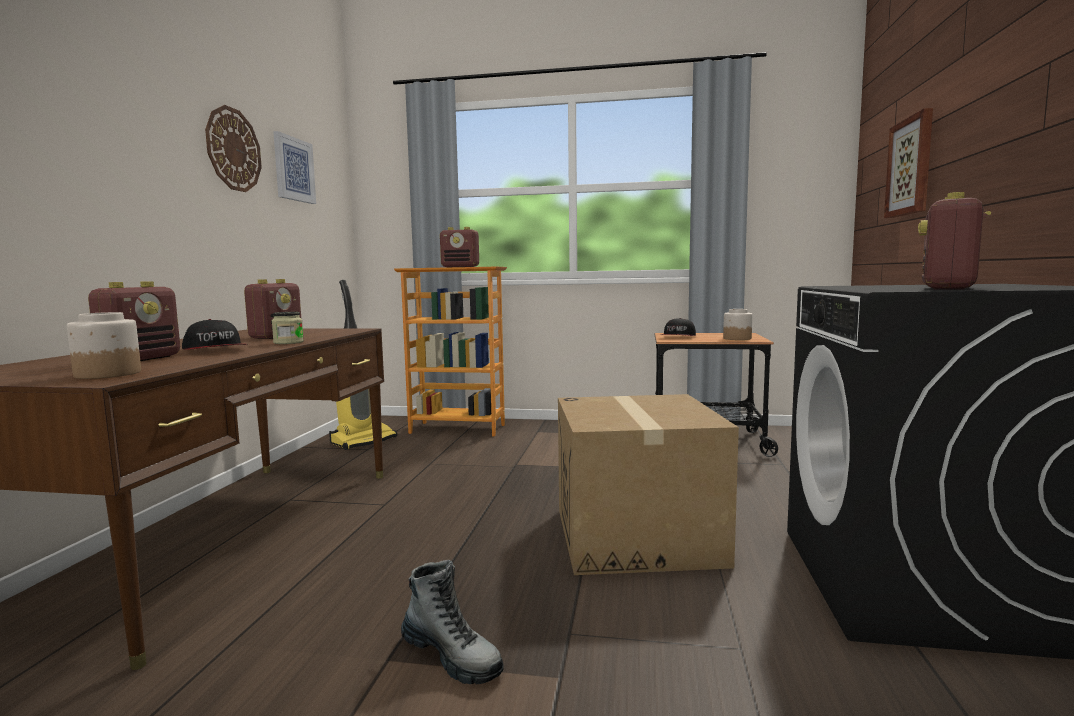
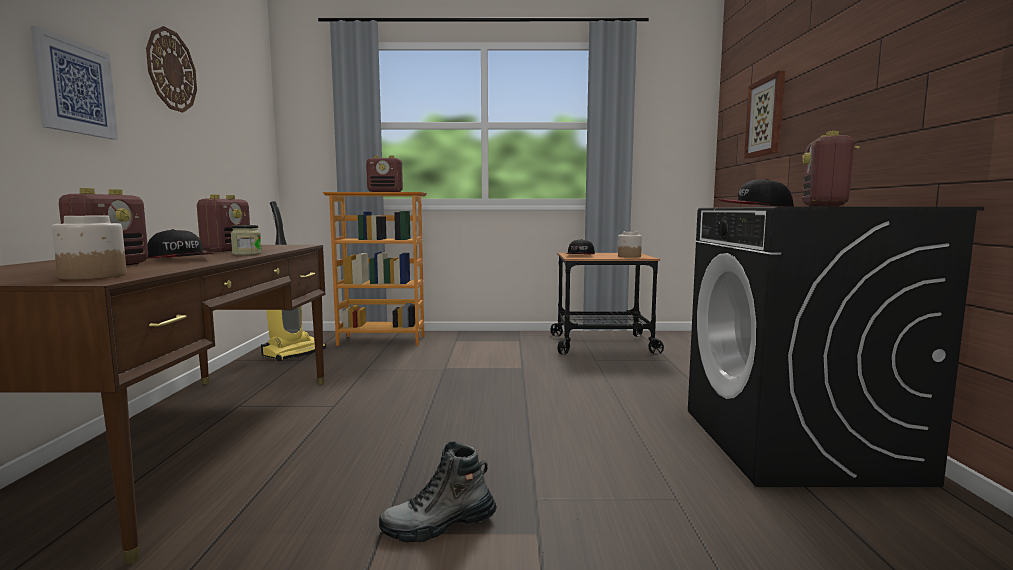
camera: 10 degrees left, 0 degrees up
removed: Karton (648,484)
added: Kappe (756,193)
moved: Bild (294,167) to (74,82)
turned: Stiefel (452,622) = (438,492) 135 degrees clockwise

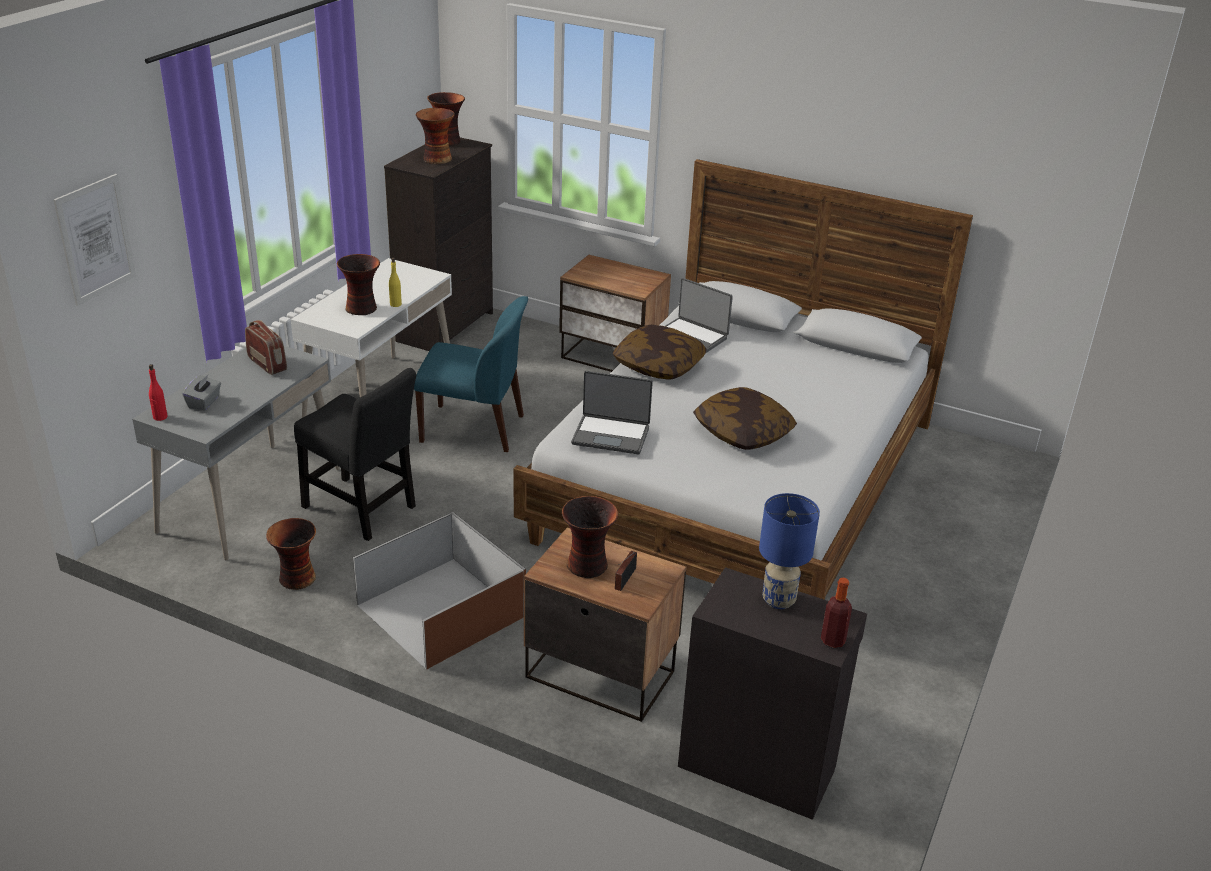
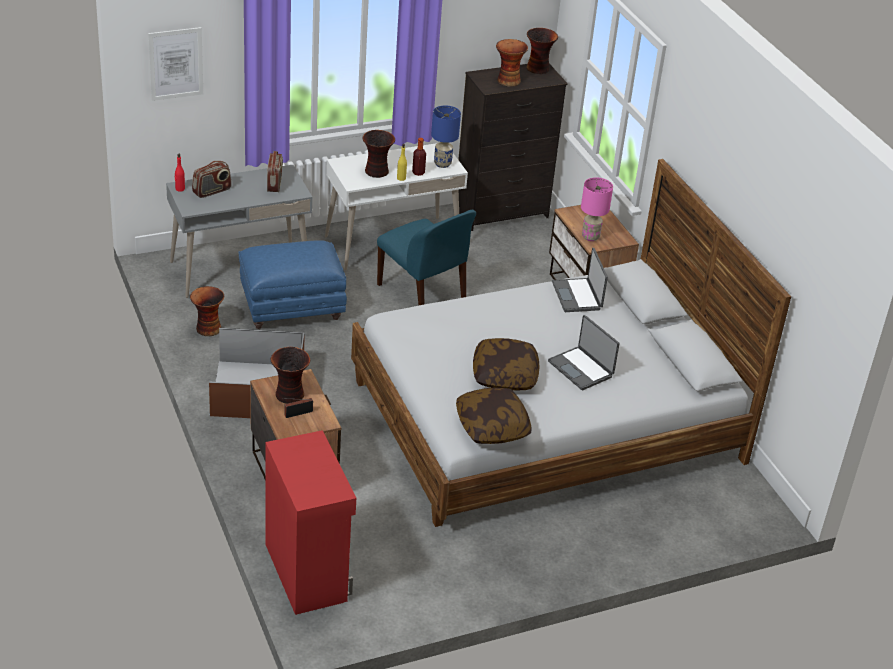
camera: 40 degrees right, 5 degrees up
added: Tischlampe/rosa (597,209)
moved: Kissen (659,352) to (494,416); Laptop (612,412) to (583,352); Tischlampe/blau (789,551) to (446,136); Flasche (836,613) to (419,157)
replaced: Stuhl/schwarz (355,454) to Polsterhocker/blau (293,284); Taschentuchbox/grau (202,393) to Radio (212,179)
recoloured: Schrank/schwarz (772,693) to Schrank/rot (310,522)

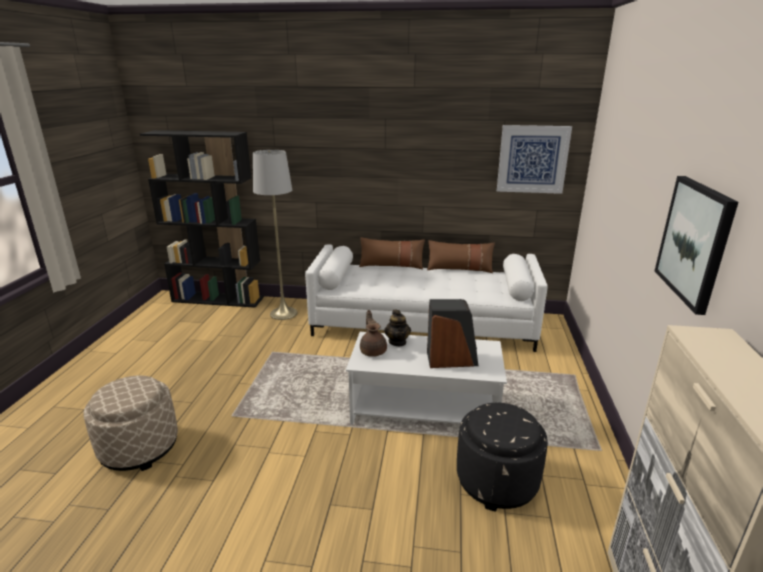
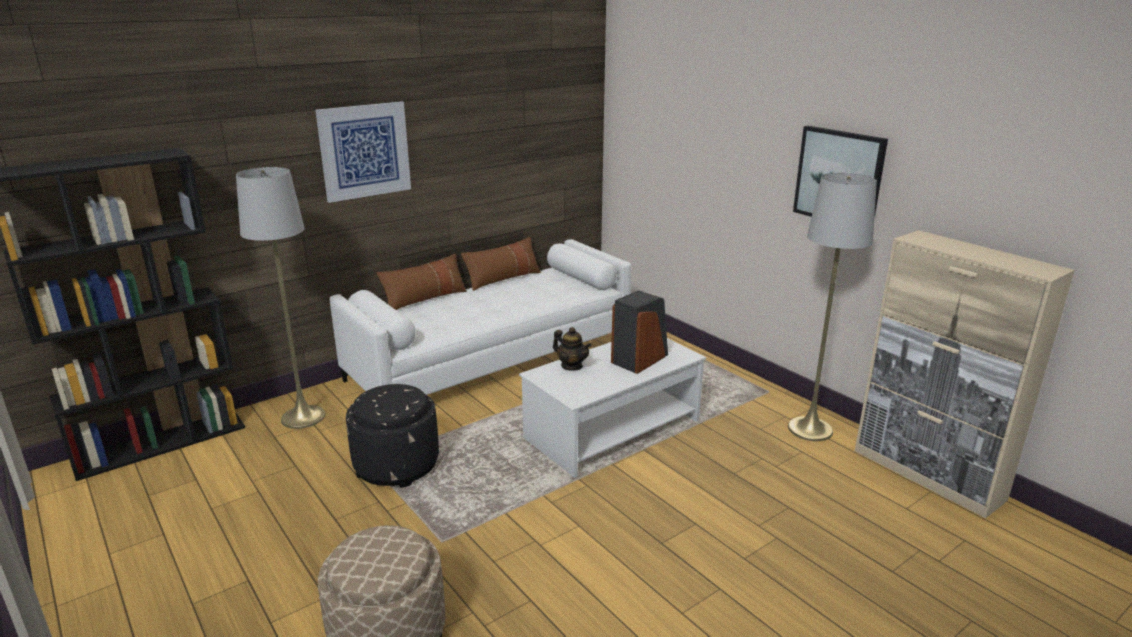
camera: 45 degrees left, 0 degrees up
removed: Teekanne/braun (373,333)
added: Stehlampe/grau (832,307)
moved: Bild (534,159) to (363,152); Polsterhocker/schwarz (502,457) to (392,436)

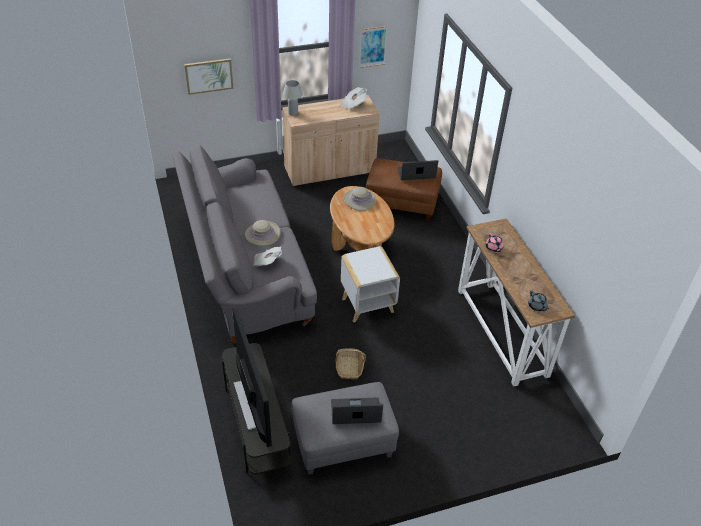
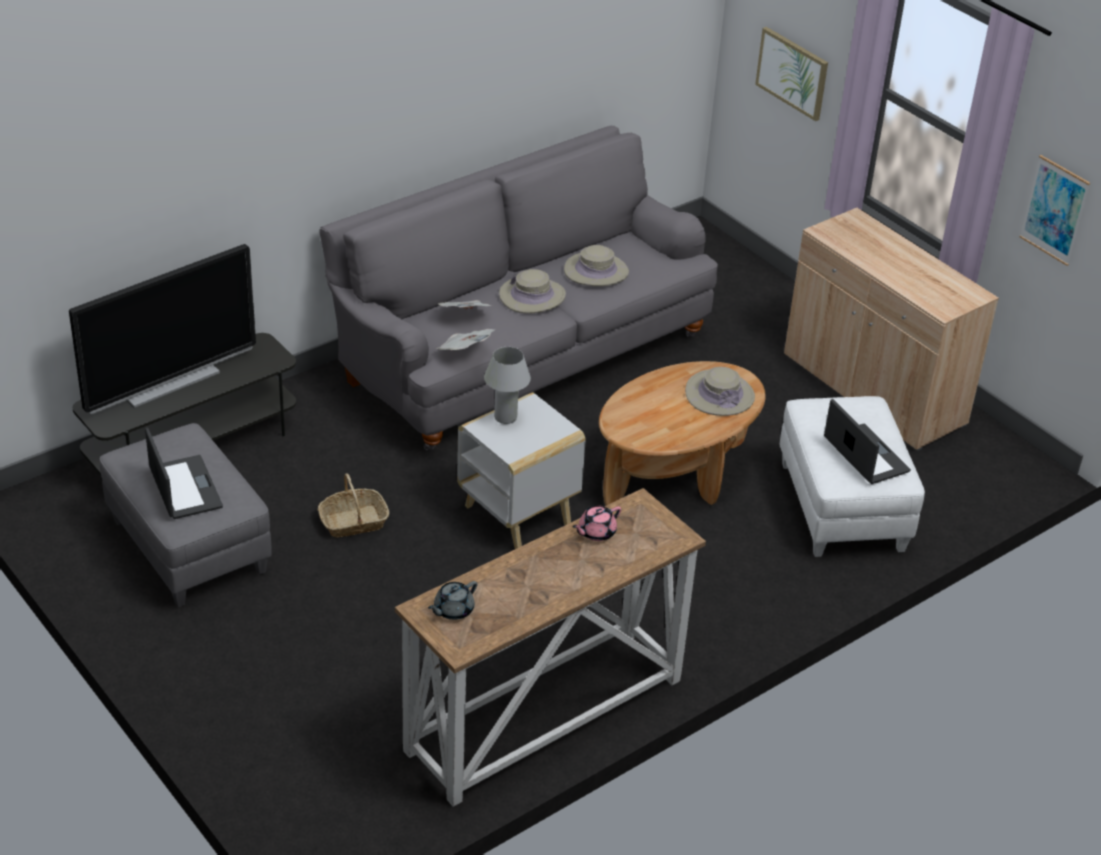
camera: 70 degrees right, 5 degrees down
added: Hut/beige (596,265)
moved: Tischlampe/weiß (293,97) to (507,385); Zeitung (353,98) to (466,339)
recoloured: Polsterhocker/braun (404,190) to Polsterhocker/weiß (852,476)

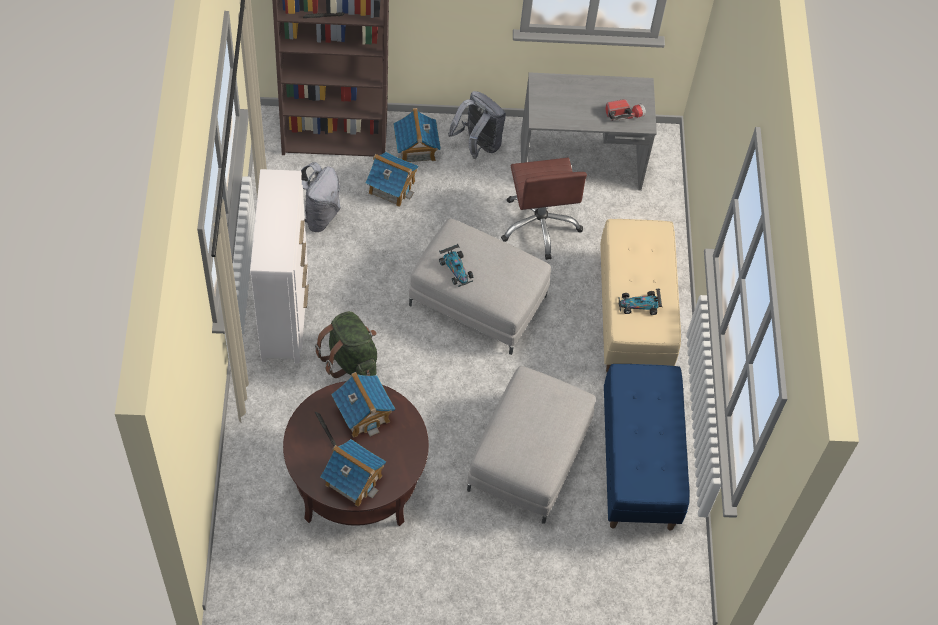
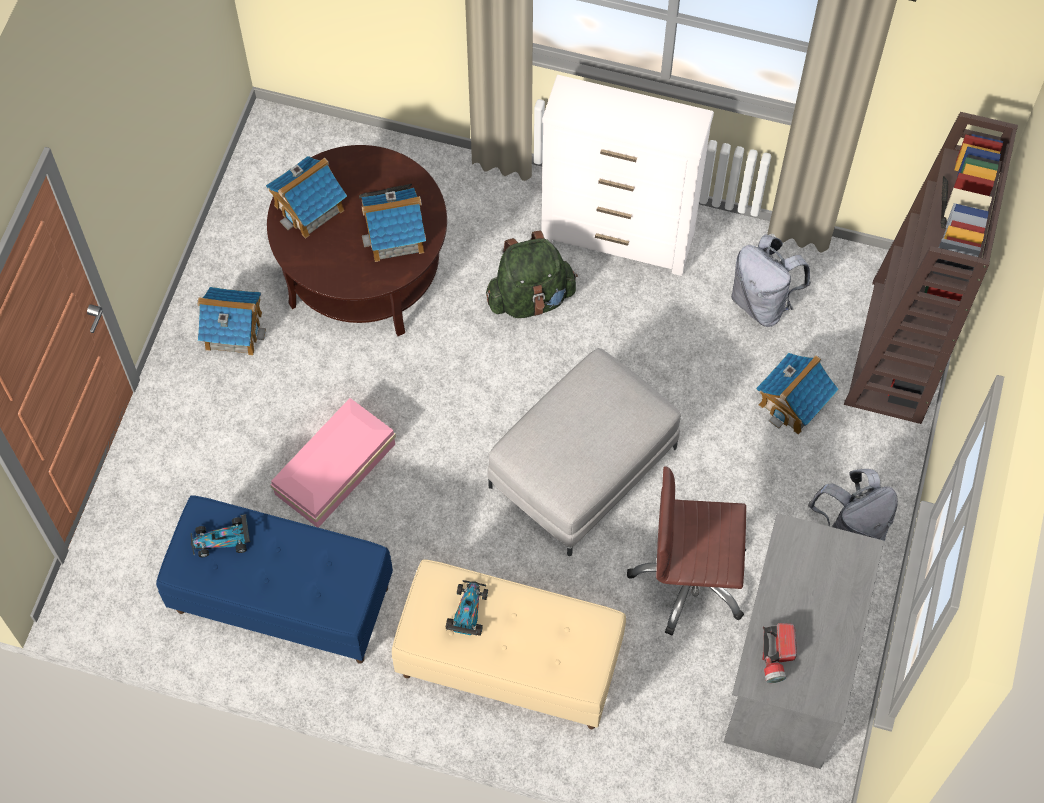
camera: 110 degrees right, 5 degrees up
moved: Spielzeughaus (417,135) to (231,321); Spielzeugauto (456,265) to (221,535)
replaced: Polsterhocker/grau (531,445) to Aufbewahrungsbox/rosa (333,463)

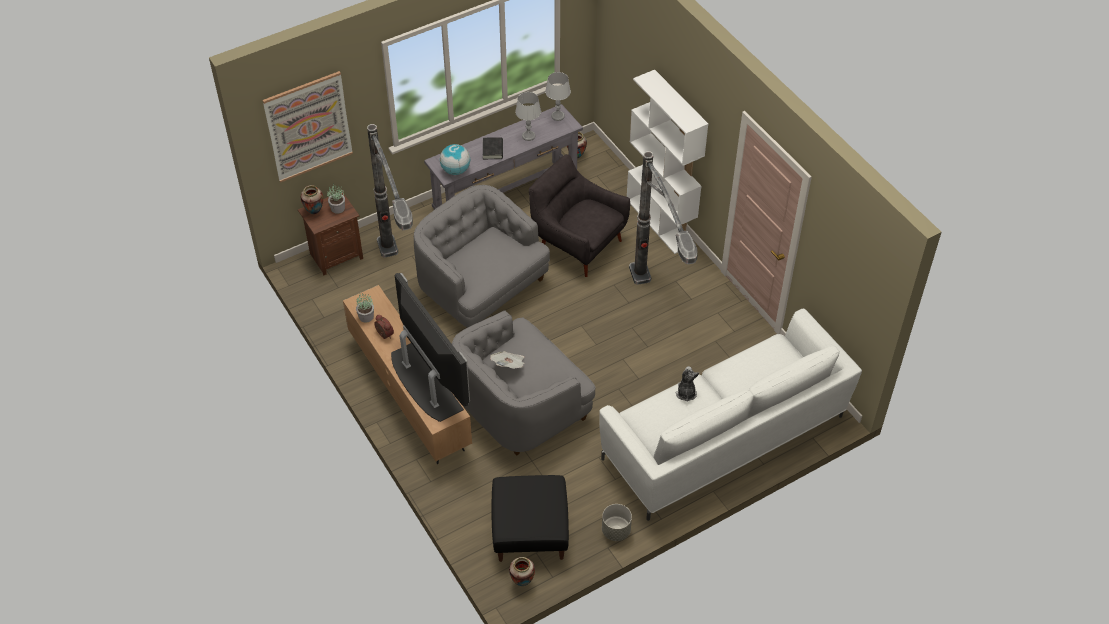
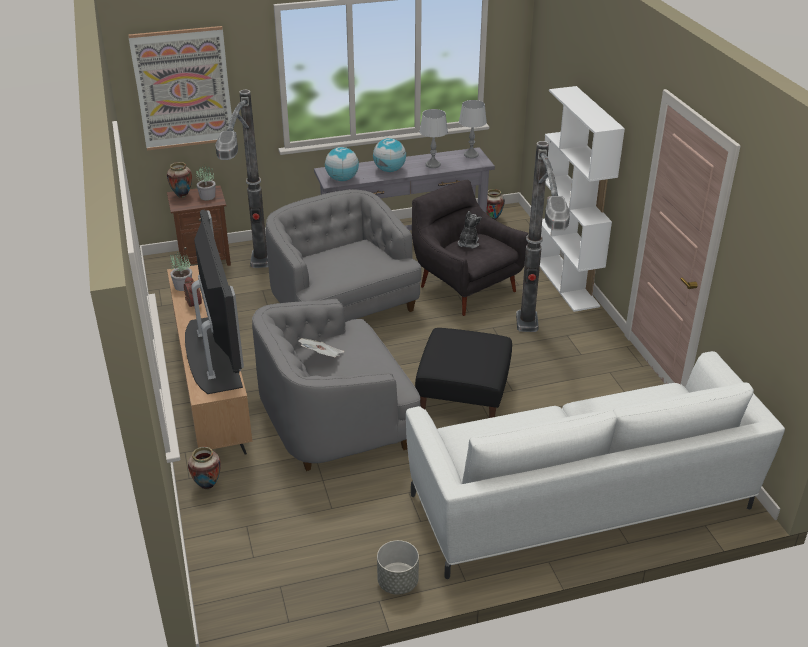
camera: 15 degrees right, 15 degrees down
moved: Plüschtier (687,384) to (470,229); Polsterhocker/schwarz (530,518) to (463,373); Vase (522,571) to (204,468)
replaced: Buch/schwarz (493,148) to Globus (389,155)

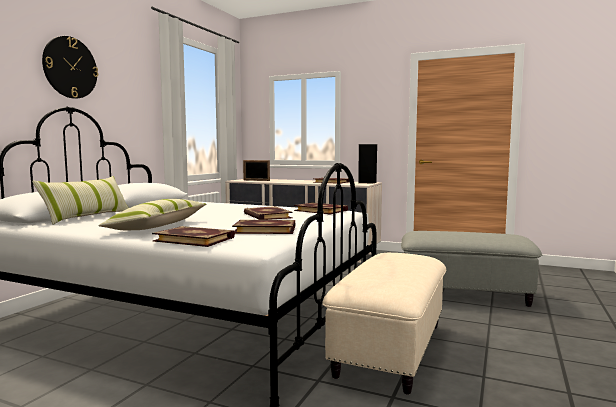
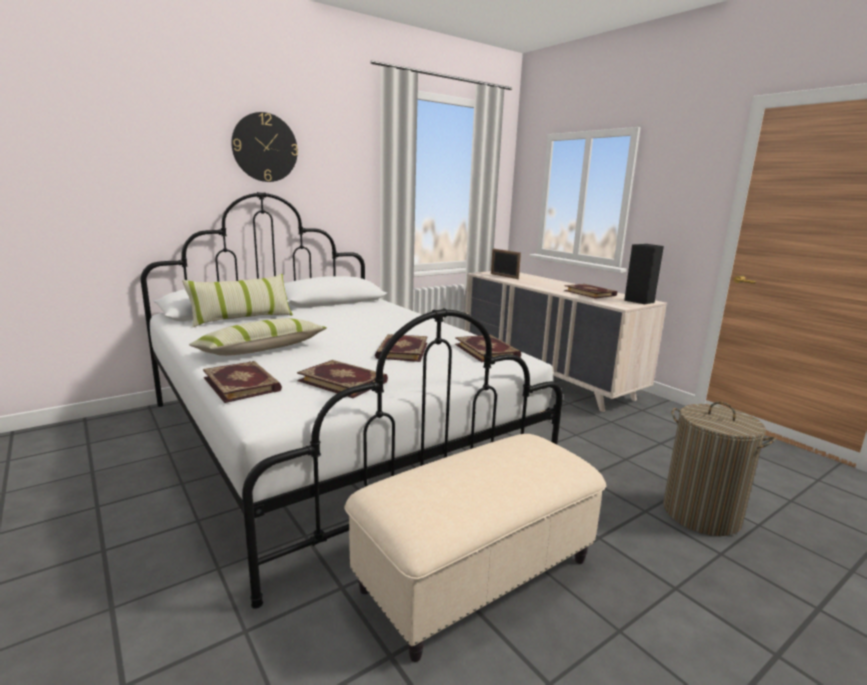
camera: 30 degrees right, 10 degrees up
replaced: Polsterhocker/grau (471,269) to Wäschekorb (719,469)

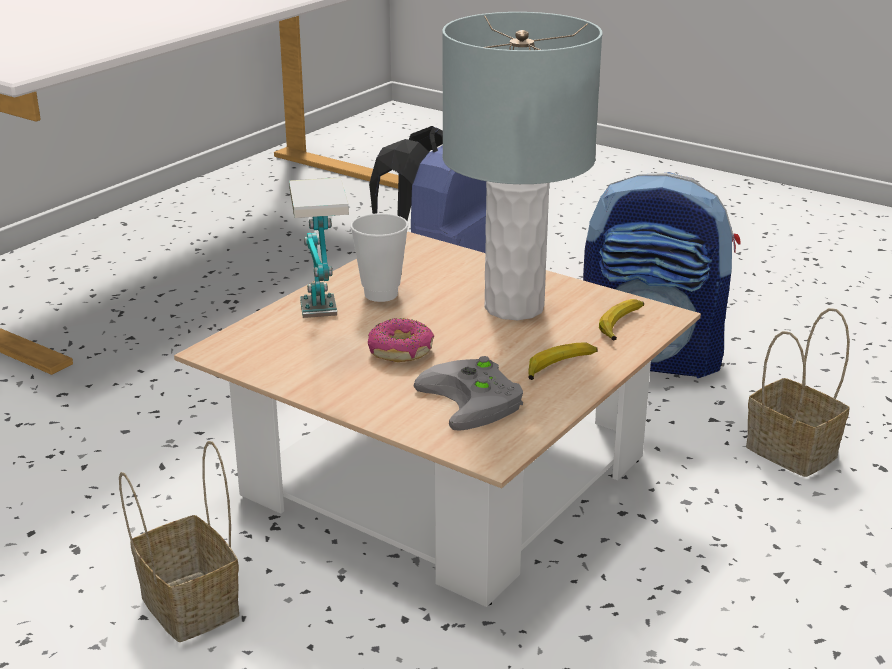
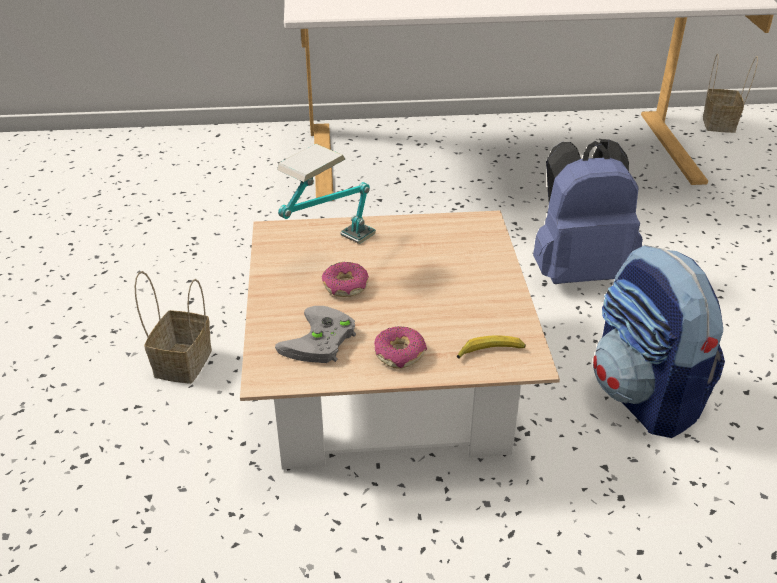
camera: 50 degrees right, 10 degrees up
removed: Tischlampe/grau (522,166); Tasse (379,257)
moved: Korb (798,392) to (730,93)
replaced: Banane (562,361) to Donut (400,347)

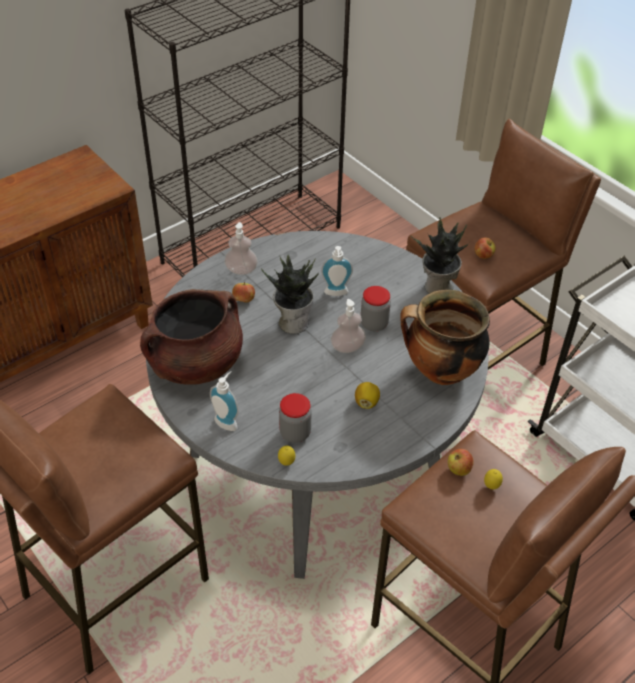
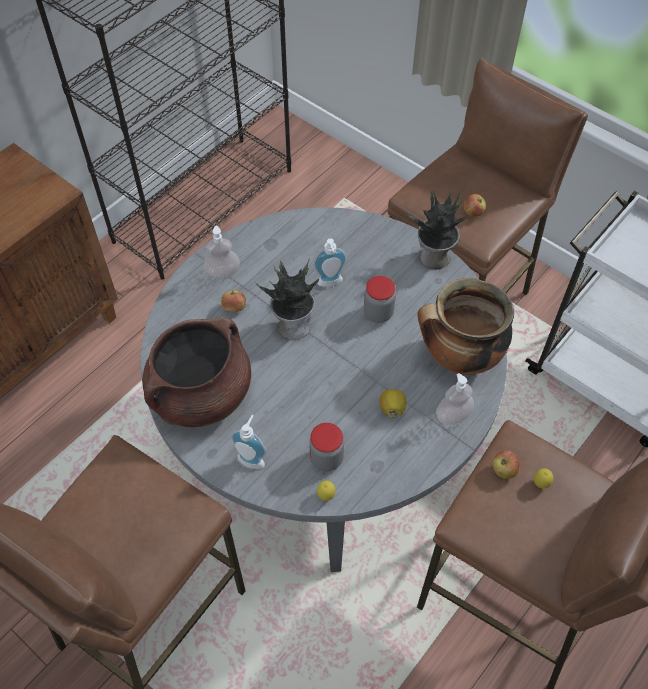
camera: 10 degrees left, 10 degrees up
moved: Seifenspender (348,326) to (455,398)

